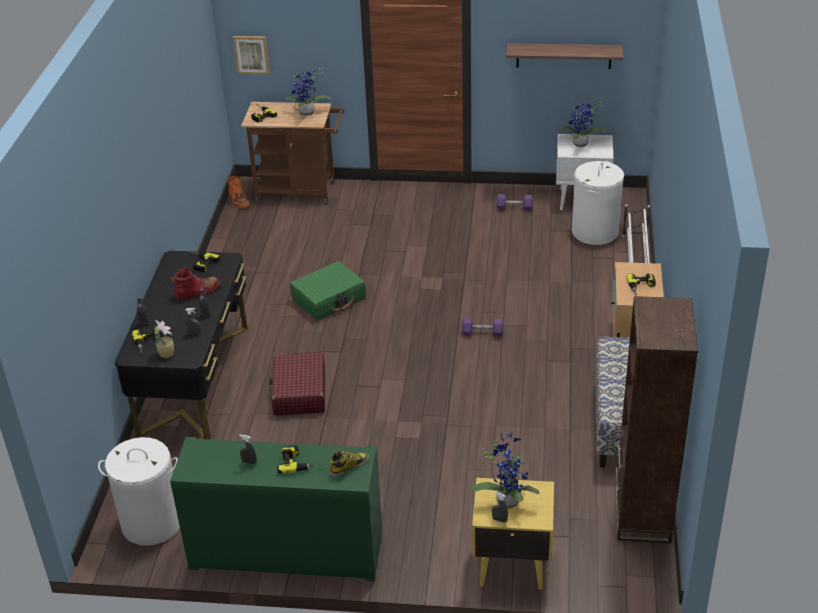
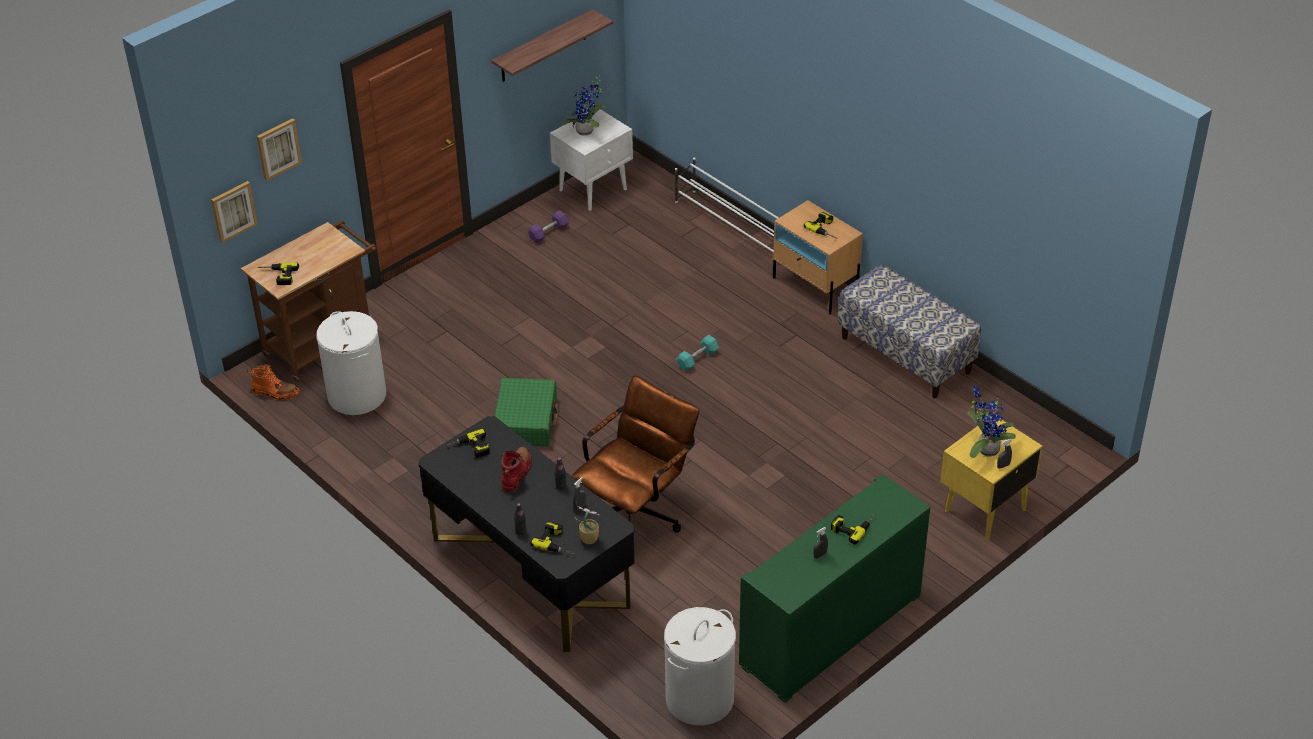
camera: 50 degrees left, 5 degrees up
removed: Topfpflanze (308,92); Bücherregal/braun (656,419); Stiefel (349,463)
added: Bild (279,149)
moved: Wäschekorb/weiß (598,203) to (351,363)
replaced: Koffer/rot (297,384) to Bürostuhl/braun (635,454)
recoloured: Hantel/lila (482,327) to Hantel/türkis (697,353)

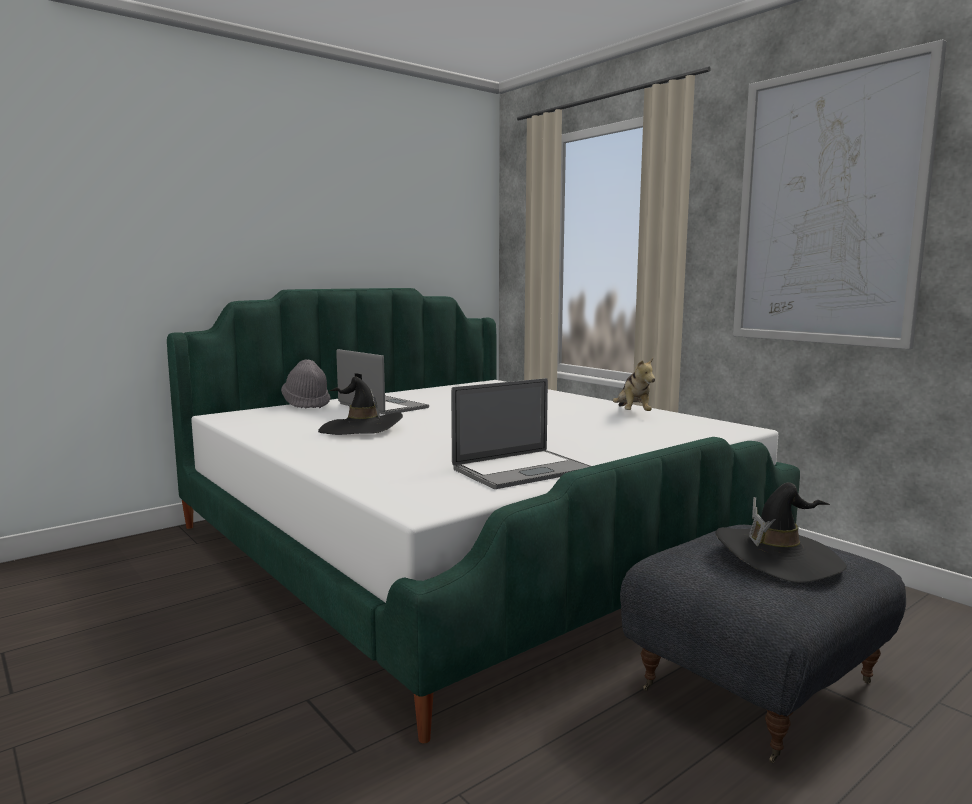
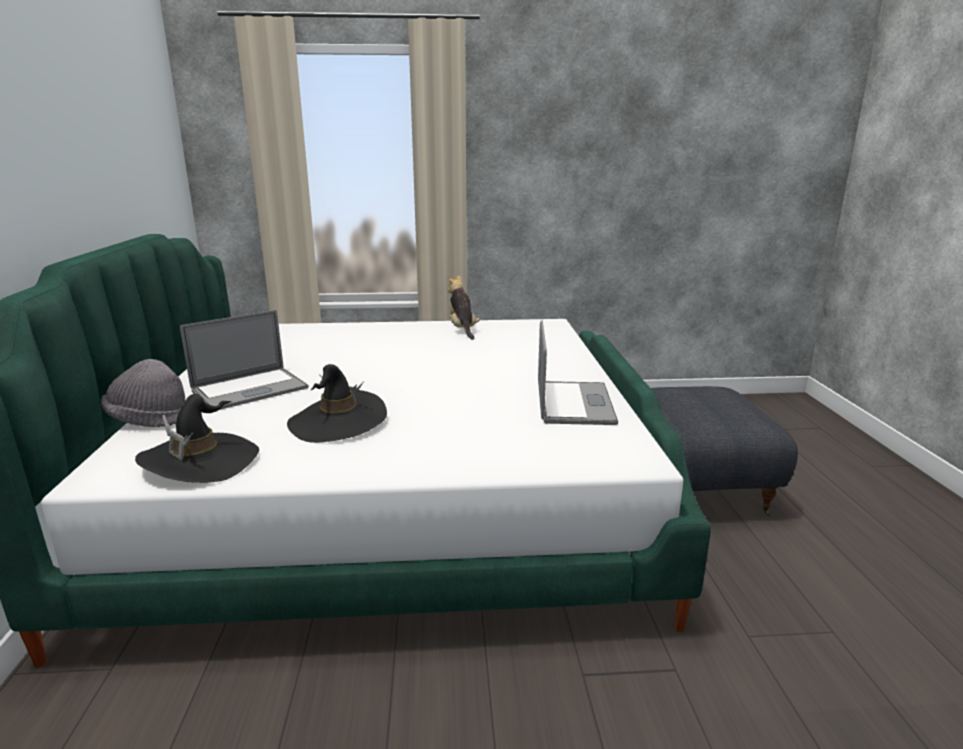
camera: 55 degrees left, 10 degrees up
removed: Bild (840,194)
moved: Hut/schwarz (781,532) to (197,438)
turned: Laptop (382,382) = (244,360) 150 degrees clockwise; Plüschtier (634,384) = (464,307) 135 degrees counterclockwise

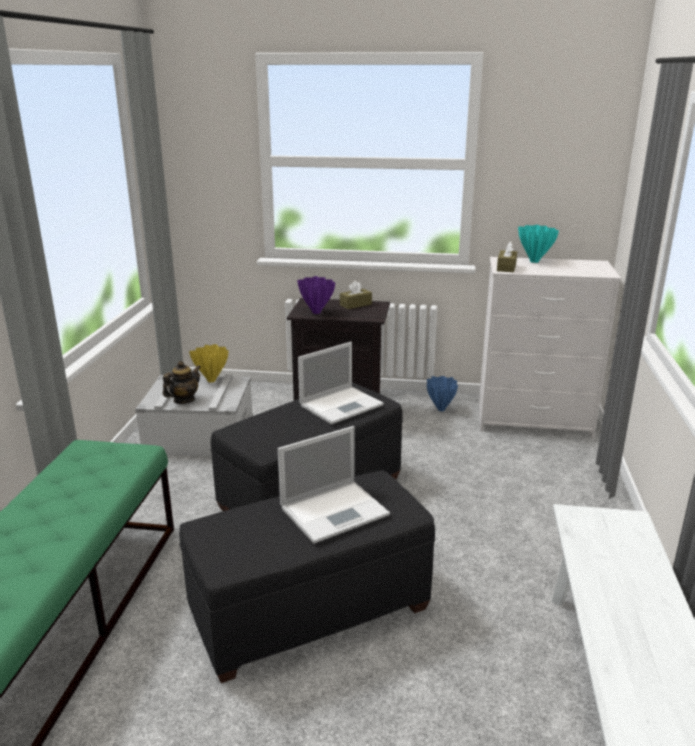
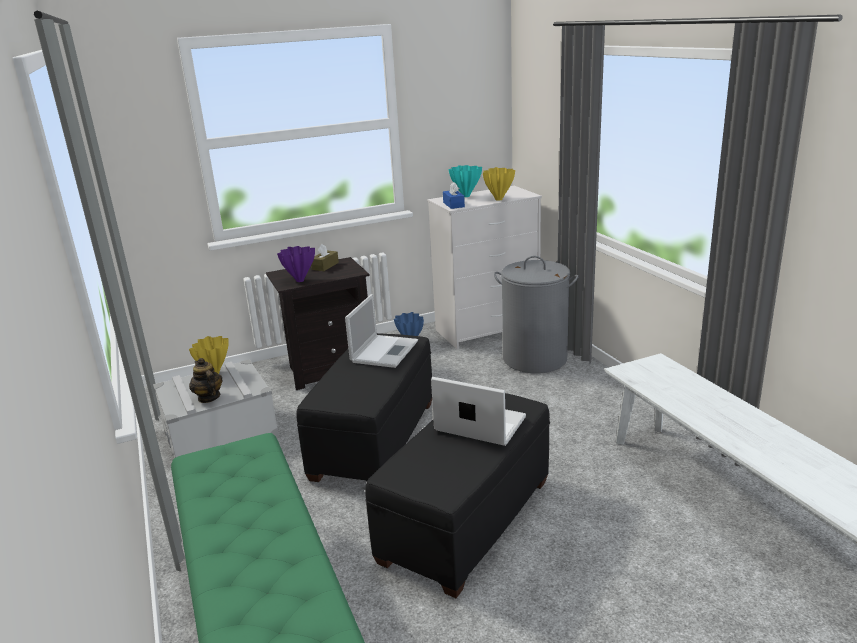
camera: 30 degrees left, 0 degrees up
added: Vase/gelb (499,184); Wäschekorb/grau (536,314)
recoloured: Taschentuchbox/braun (507,256) to Taschentuchbox/blau (454,195)
turned: Teekanne (181,382) = (206,380) 45 degrees counterclockwise; Laptop (334,485) = (478,411) 90 degrees counterclockwise

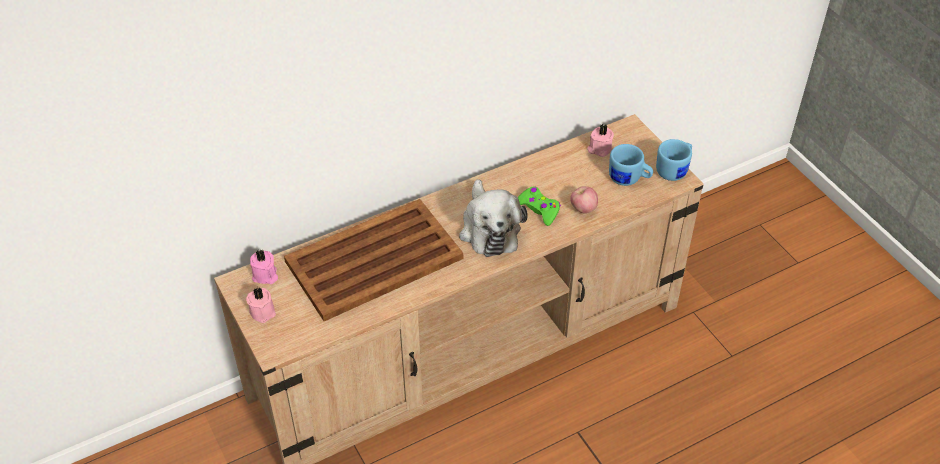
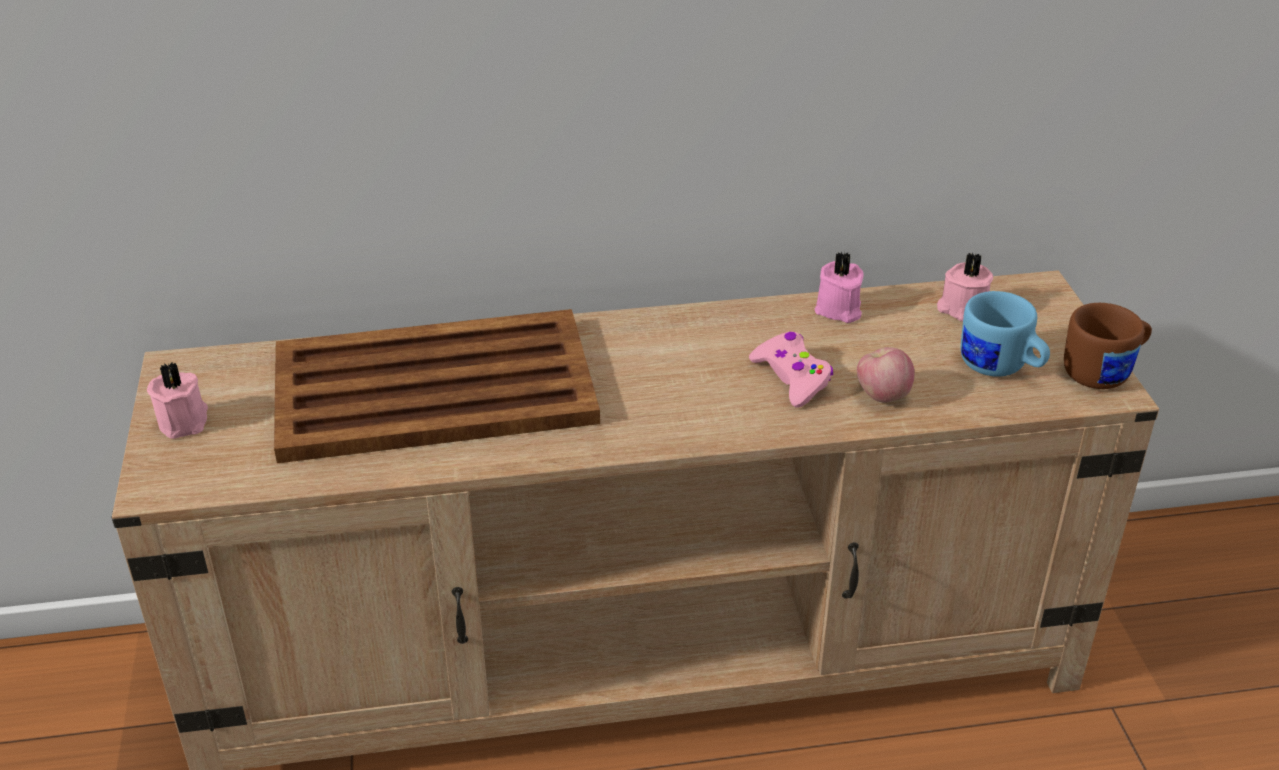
camera: 20 degrees right, 10 degrees down
removed: Plüschtier (493,218)
moved: Kerze/rosa (264,266) to (839,287)
recoloured: Henkelbecher/blau (674,160) to Henkelbecher/braun (1108,346); Gamepad/grün (539,206) to Gamepad/rosa (791,370)

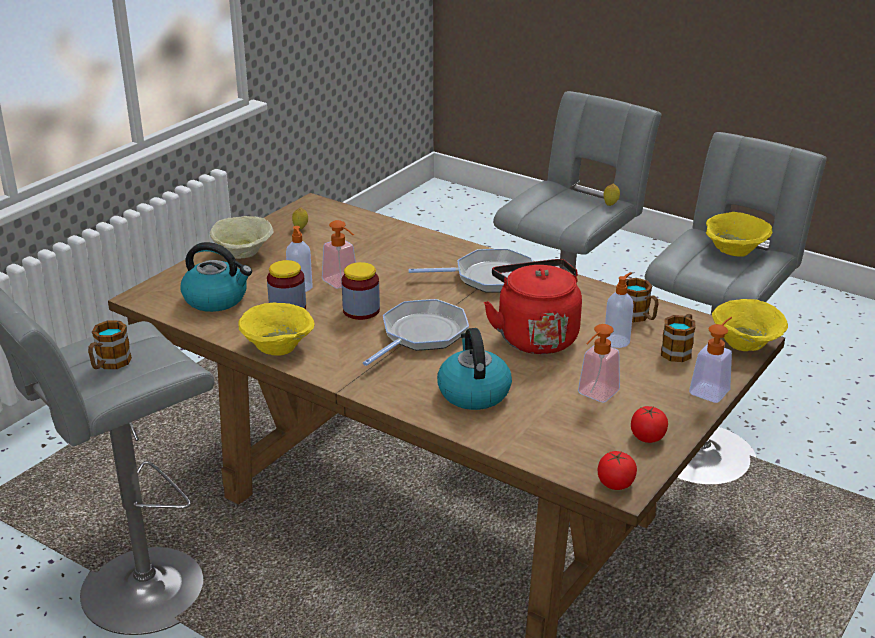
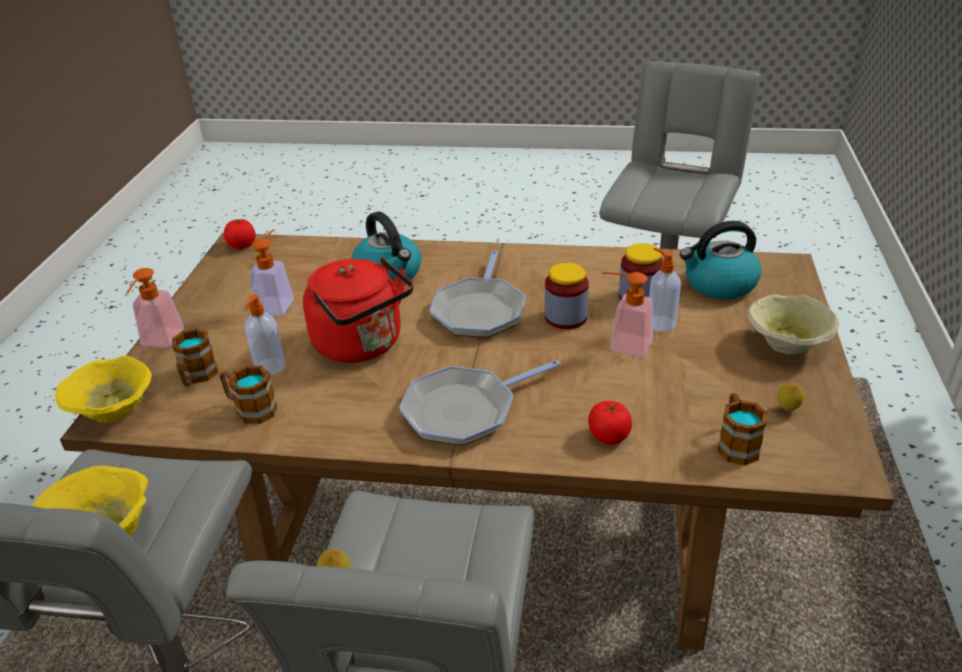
camera: 155 degrees right, 5 degrees up
removed: Schüssel/gelb (276,329)
moved: Henkelbecher (110,344) to (743,429); Tomate (649,424) to (610,423)

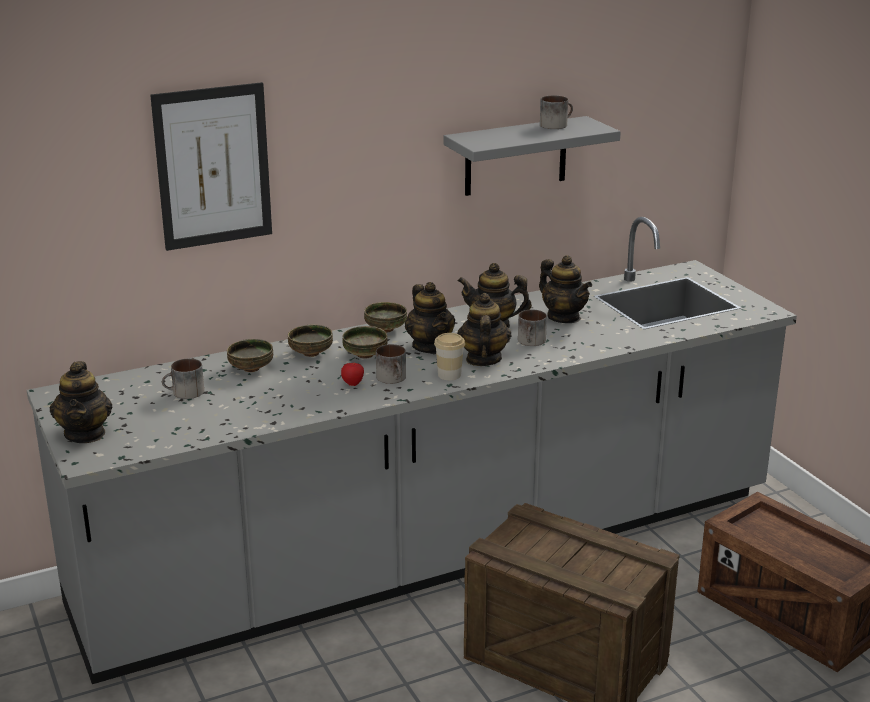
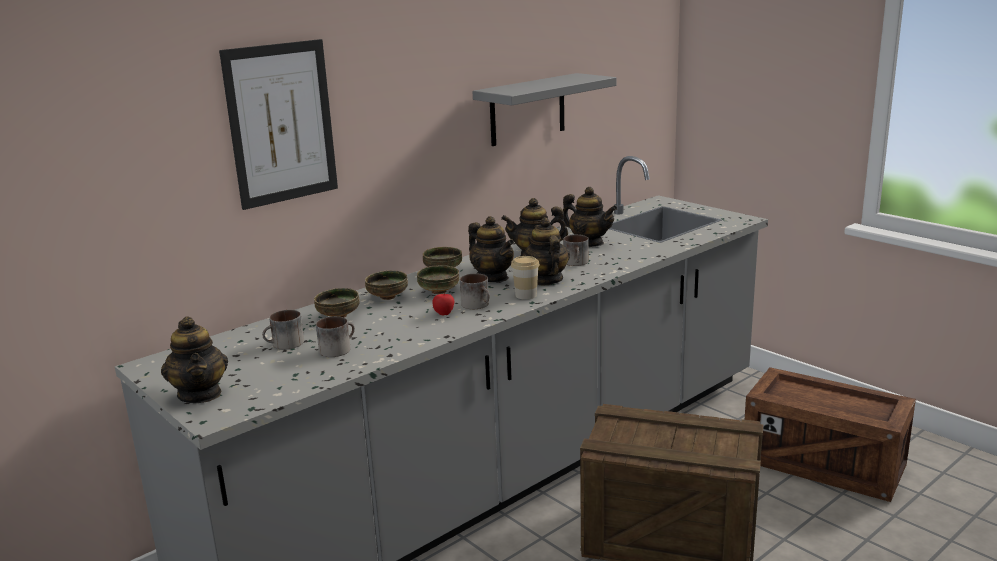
camera: 15 degrees left, 5 degrees down
moved: Henkelbecher (556,112) to (335,336)

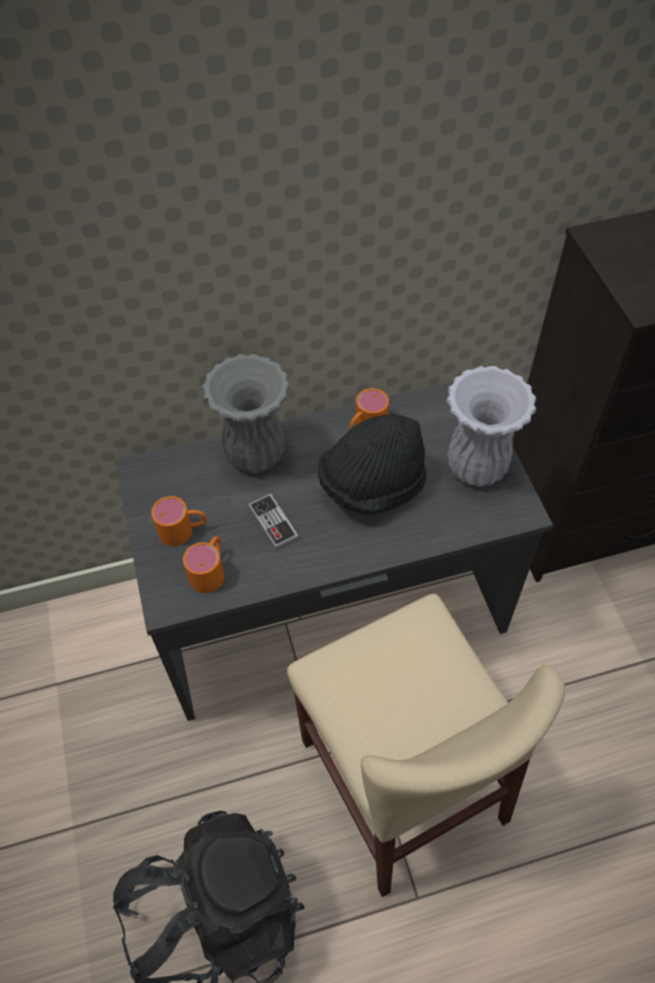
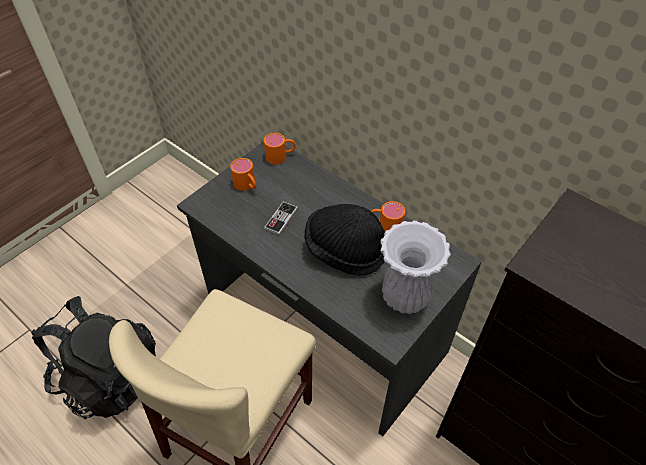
camera: 55 degrees right, 5 degrees down
removed: Vase/grau (246,413)
moved: Henkelbecher/orange (203,564) to (280,148)

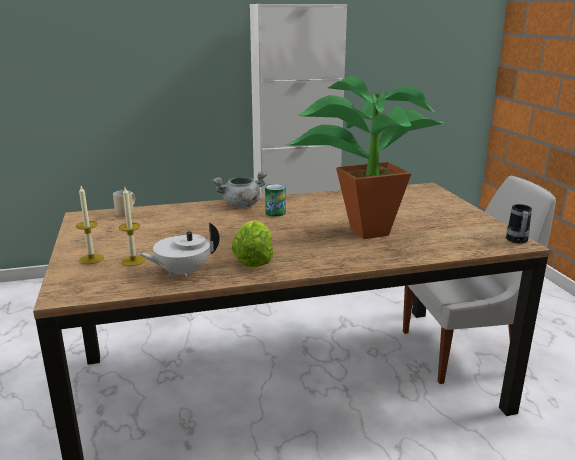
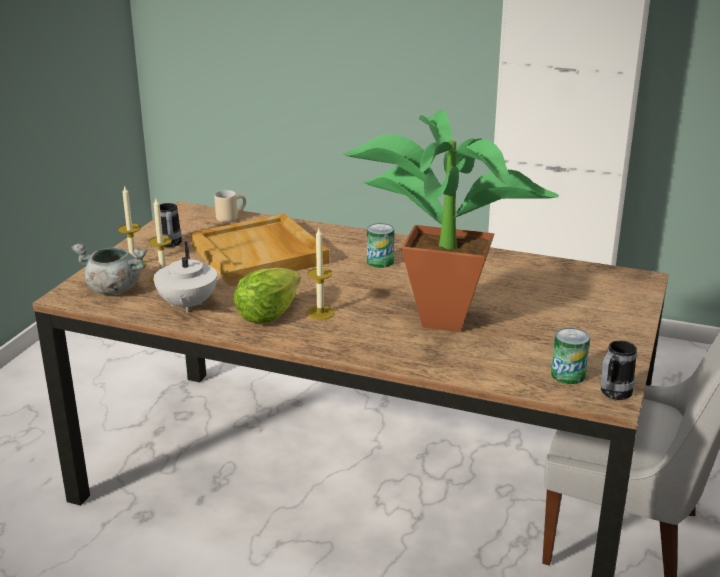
camera: 35 degrees right, 5 degrees up
added: Henkelbecher (171,225); Tablett/beige (260,250); Kerze (320,274); Dose (570,356)
moved: Kochtopf/grau (239,190) to (109,269)
turned: Teekanne/weiß (178,250) = (185,277) 105 degrees counterclockwise

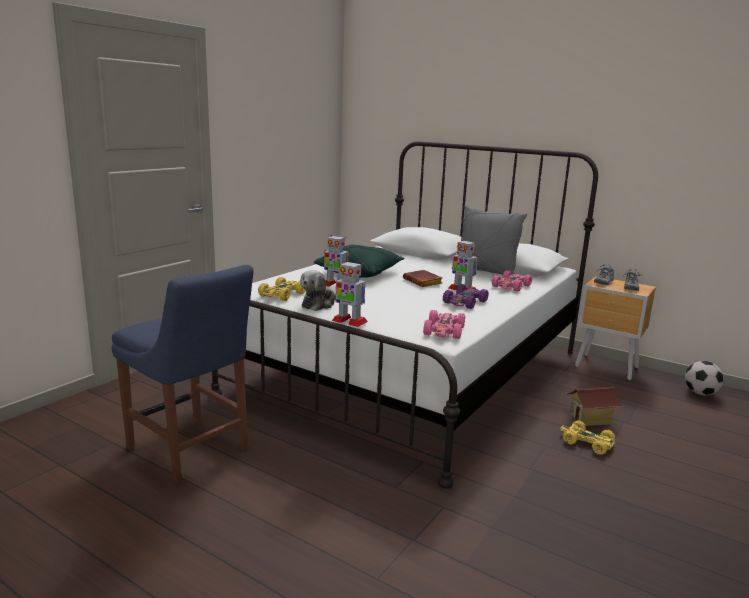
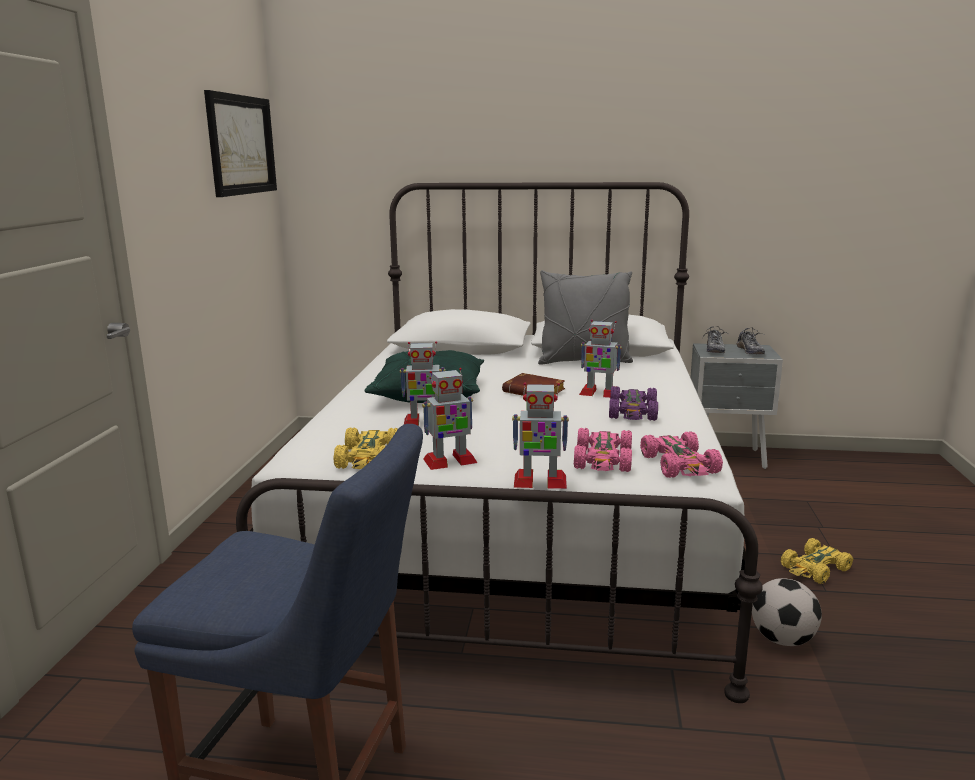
camera: 25 degrees left, 0 degrees up
removed: Spielzeughaus (594,406)
added: Bild (240,143)
moved: Spielzeugauto/rosa (512,281) to (603,450); Fußball (704,378) to (787,612)
replaced: Plüschtier (318,290) to Spielzeugroboter (449,419)
recoloured: Nachttisch/braun (615,328) to Nachttisch/grau (736,406)
turned: Spielzeugauto/gelb (587,437) = (817,561) 45 degrees counterclockwise

